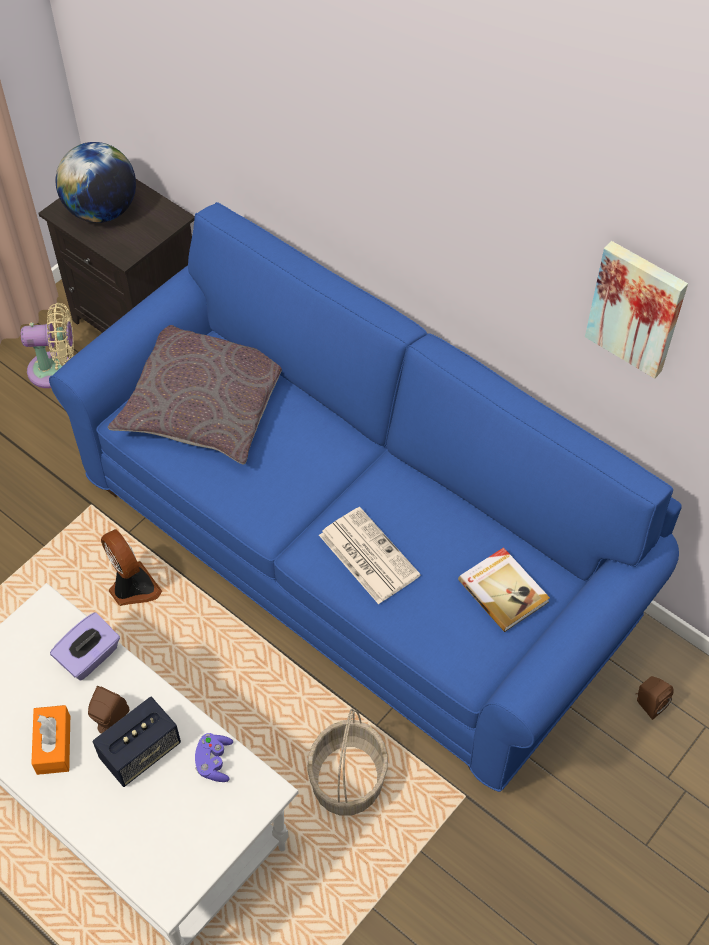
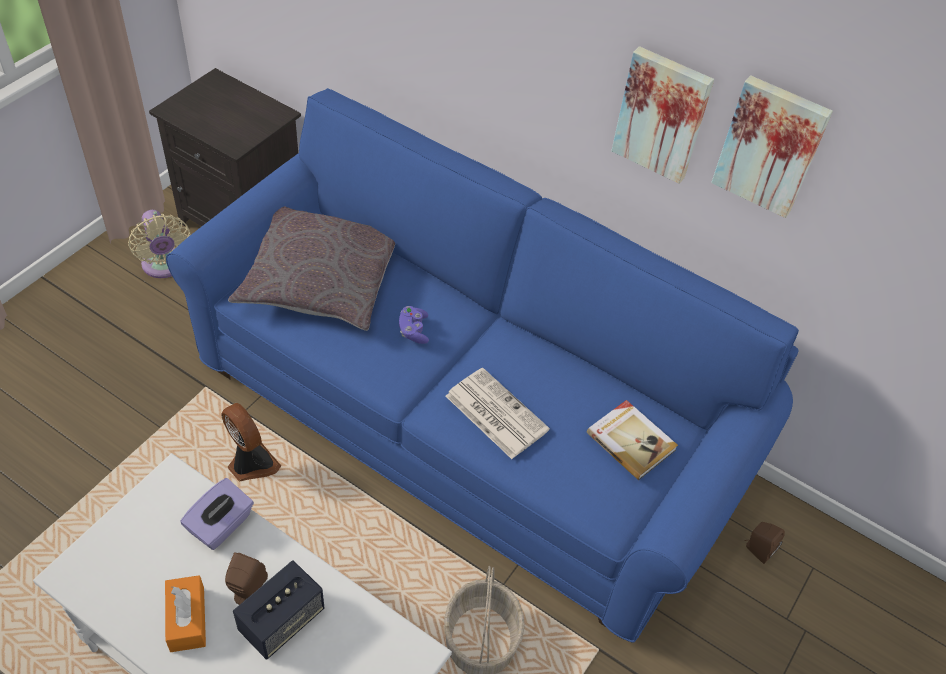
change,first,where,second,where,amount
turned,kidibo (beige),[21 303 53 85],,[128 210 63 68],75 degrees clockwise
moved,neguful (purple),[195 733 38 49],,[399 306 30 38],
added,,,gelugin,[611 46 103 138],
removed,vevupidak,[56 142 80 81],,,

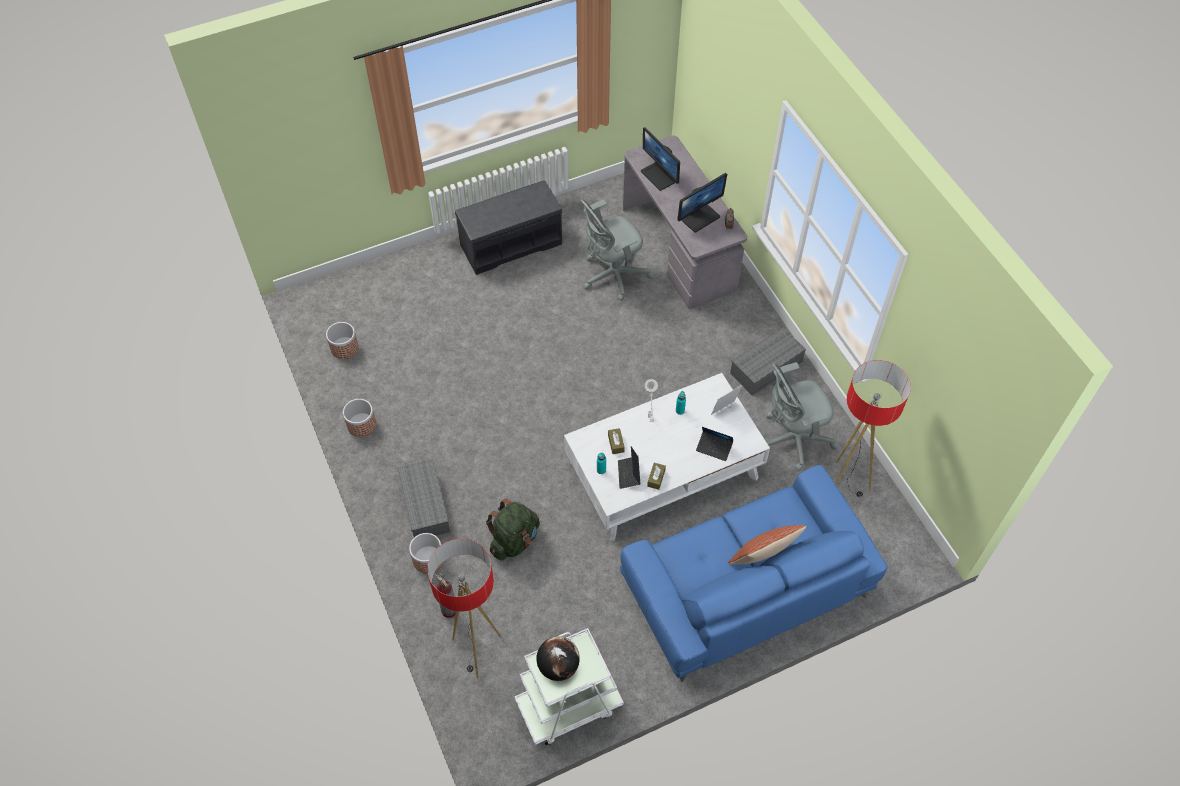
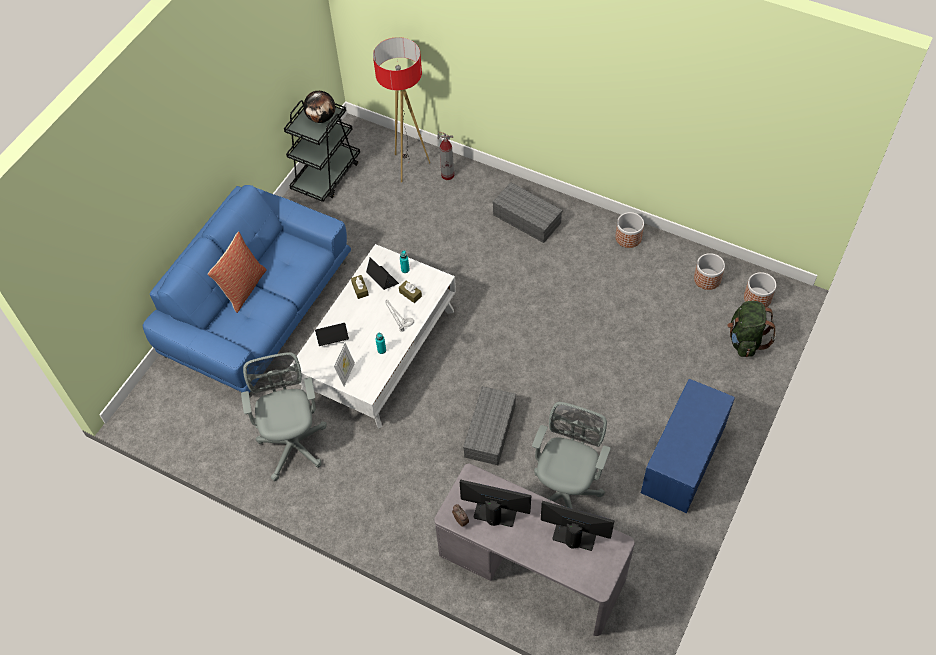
change,first,where,second,where,amount
turned,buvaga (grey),[766 362 73 109],,[241 352 86 129],45 degrees counterclockwise
recoloured,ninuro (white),[514 628 110 117],ninuro (black),[284 100 76 102],
turned,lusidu,[677 173 50 60],,[460 480 71 47],90 degrees clockwise
moved,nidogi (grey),[730 328 76 67],,[463 386 53 79],
recoloured,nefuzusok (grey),[455 180 107 95],nefuzusok (blue),[641 379 94 134],
moved,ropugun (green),[486 498 54 62],,[727 301 49 56],
moved,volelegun,[409 533 34 41],,[744 272 32 35],
removed,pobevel,[835 360 76 137],,,

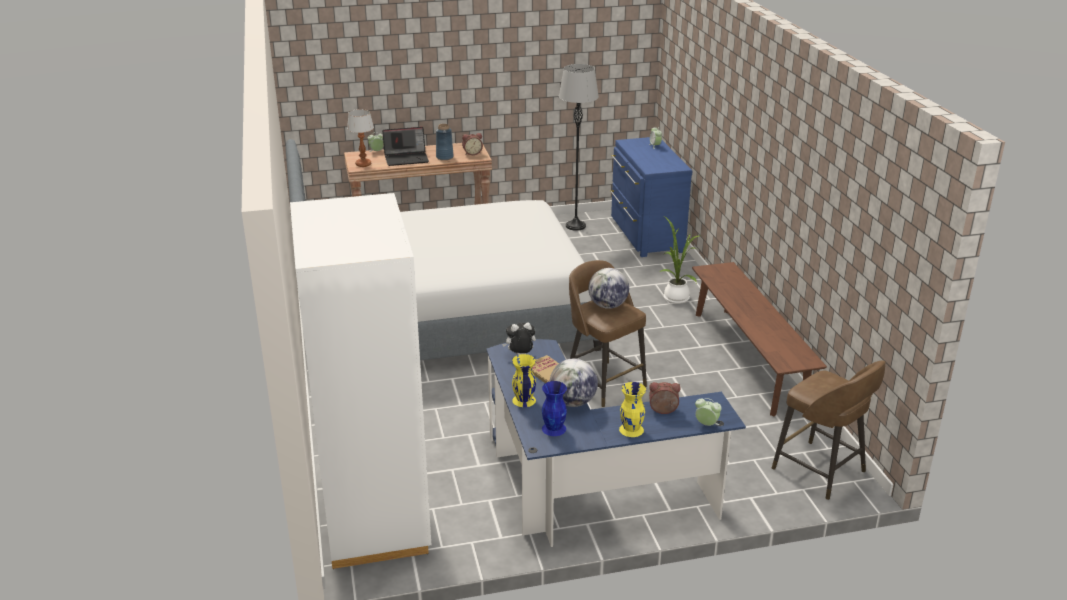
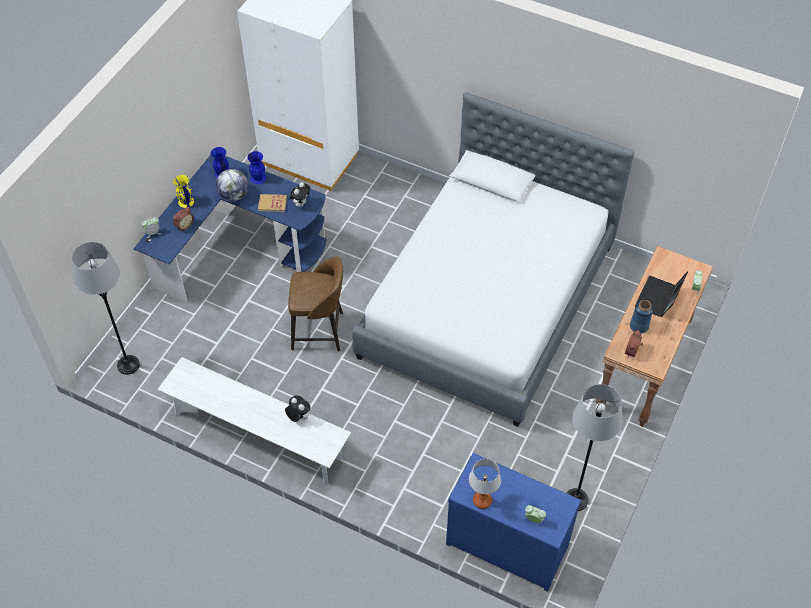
change,first,where,second,where,amount
replaced,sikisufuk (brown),[772 360 114 140],pobevel (grey),[72 242 68 133],
recoloured,nefuzusok (brown),[692 262 135 154],nefuzusok (white),[158 357 193 127],
recoloured,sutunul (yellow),[512 354 24 53],sutunul (blue),[248 151 18 33],
added,,,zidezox,[285 395 26 27],
moved,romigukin,[347 109 27 58],,[469 459 32 50],
removed,vevupidak,[588 268 41 41],,,
removed,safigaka,[660 217 41 87],,,

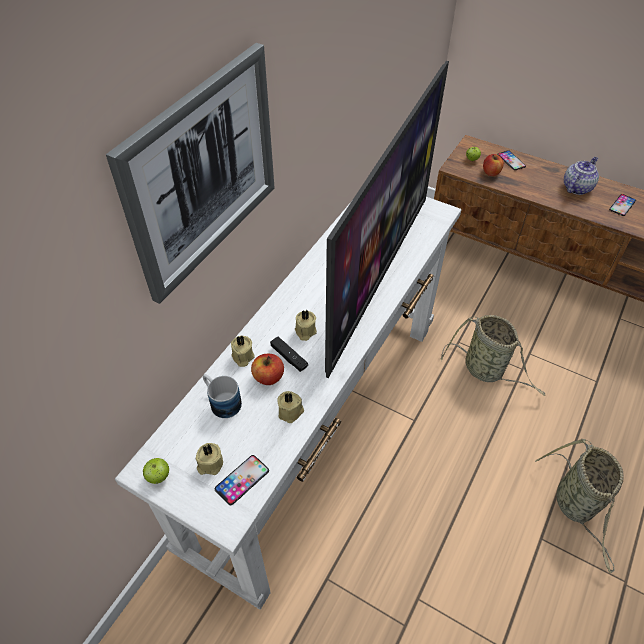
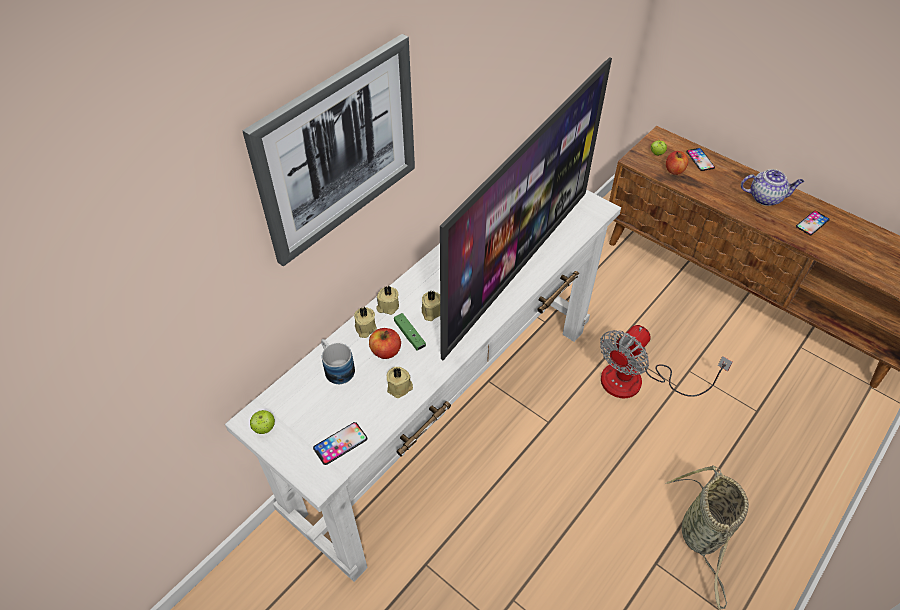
change,first,where,second,where,amount
moved,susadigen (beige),[196 443 27 32],,[376 286 23 29],
recoloured,neguful (black),[270 337 38 35],neguful (green),[394 313 32 37],
replaced,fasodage,[441 315 104 81],kidibo,[600 325 132 73],
turned,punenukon,[564 157 35 38],,[741 169 63 37],45 degrees clockwise

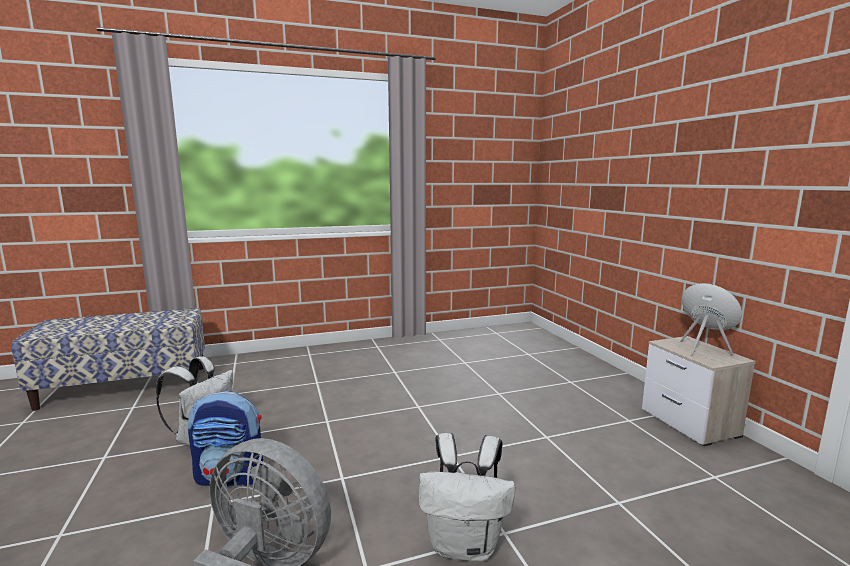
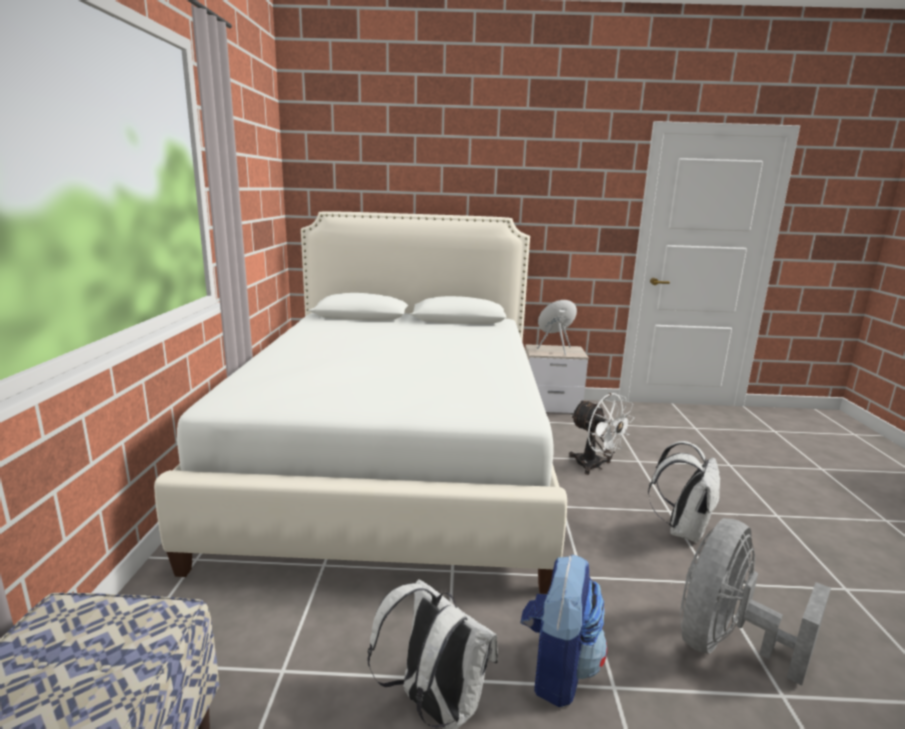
change,first,where,second,where,amount
added,,,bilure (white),[154 211 413 383],
added,,,kidibo (white),[569 393 65 82],

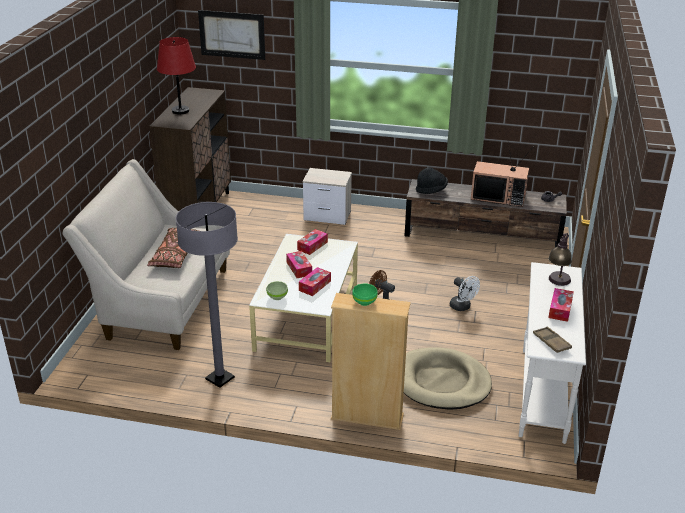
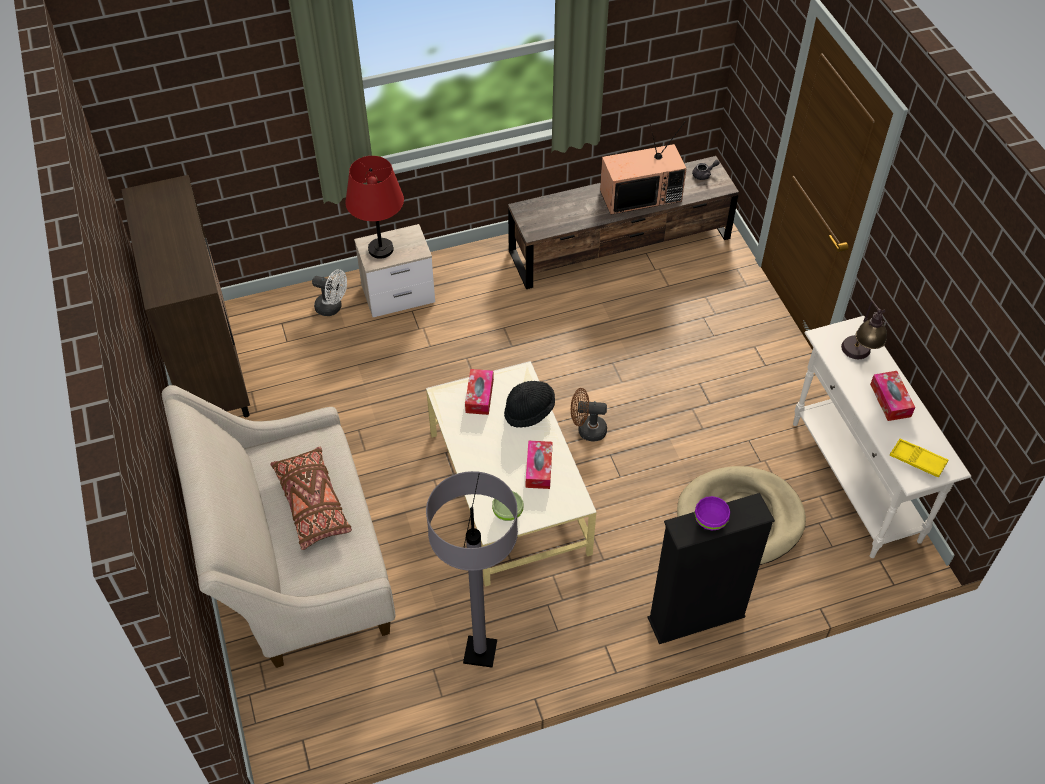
change,first,where,second,where,amount
moved,kidibo (white),[450 276 30 35],,[312 269 35 47],
moved,romigukin (red),[157 37 39 78],,[345 156 59 103],
moved,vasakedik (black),[416 167 32 27],,[504 381 51 47],
recoloured,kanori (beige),[331 293 80 137],kanori (black),[647 493 128 151],
recoloured,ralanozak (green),[352 284 26 22],ralanozak (purple),[695 496 35 34],
recoloured,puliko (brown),[533 327 39 26],puliko (yellow),[890 439 58 39],
removed,gelugin,[198 10 67 50],,,
removed,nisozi,[286 251 26 27],,,

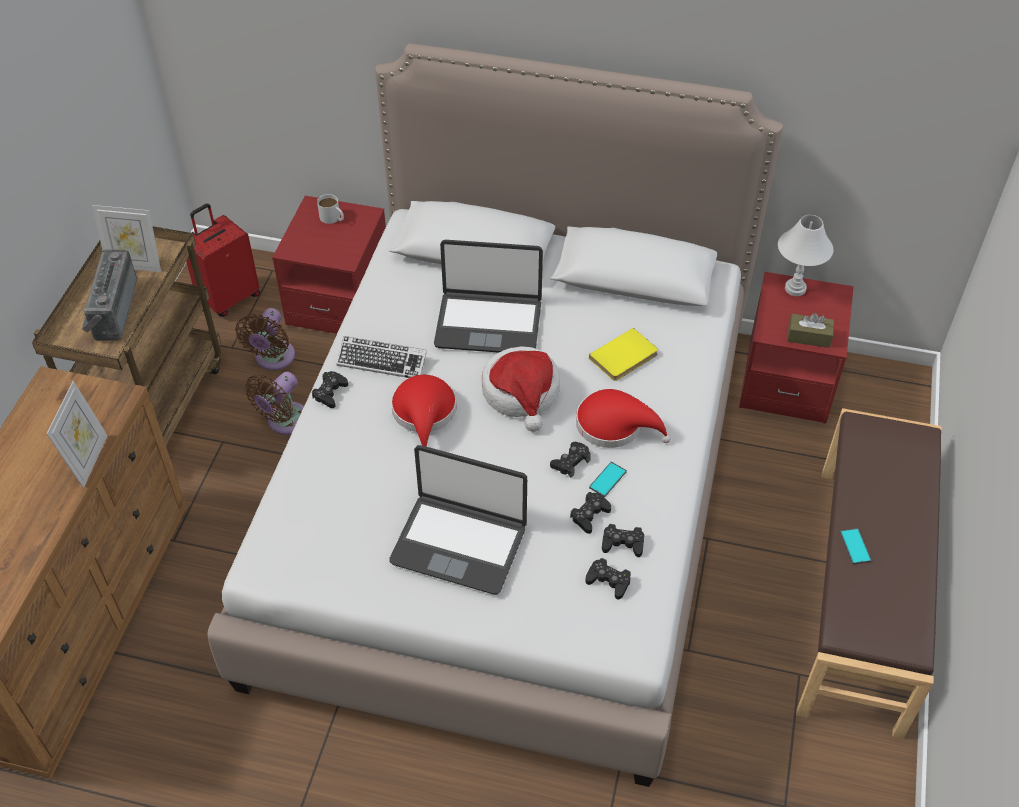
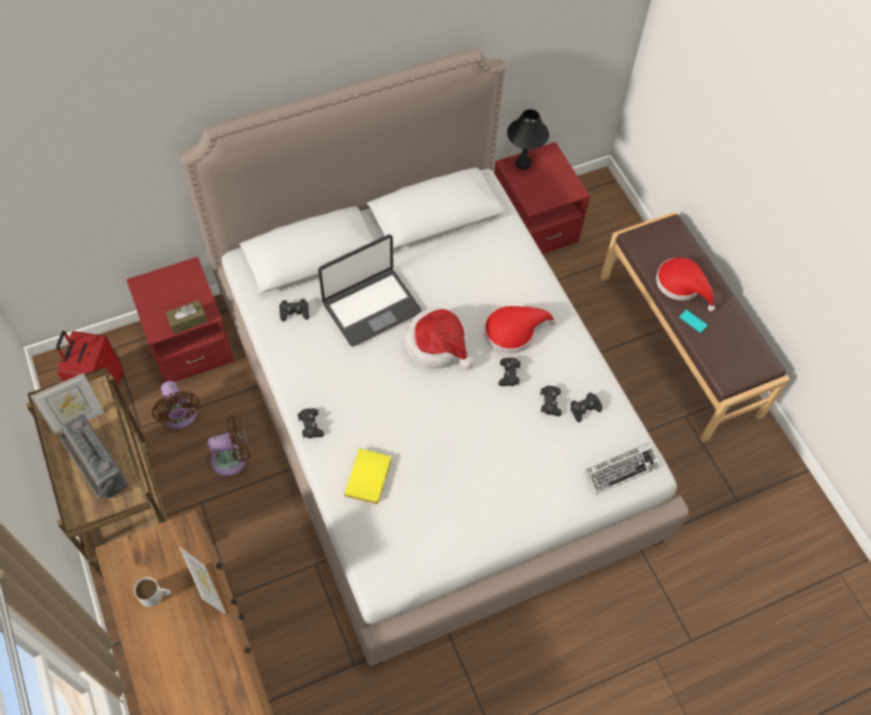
change,first,where,second,where,amount
moved,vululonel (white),[317 194 27 30],,[134 577 37 30],
moved,nisozi (brown),[787 313 47 35],,[166 300 42 34],
turned,kidibo (brown),[245 372 59 63],,[207 415 43 61],105 degrees counterclockwise
moved,neguful (black),[585 558 46 42],,[279 299 30 23],
moved,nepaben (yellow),[589 328 69 53],,[344 448 47 56],
recoloured,romigukin (white),[778 215 55 81],romigukin (black),[507 109 42 61],
moved,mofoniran,[336 336 91 42],,[586 442 75 53],
moved,vasakedik (red),[391 375 66 72],,[656 257 59 55],
removed,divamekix,[390 445 137 150],,,
removed,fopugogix,[589 462 38 35],,,

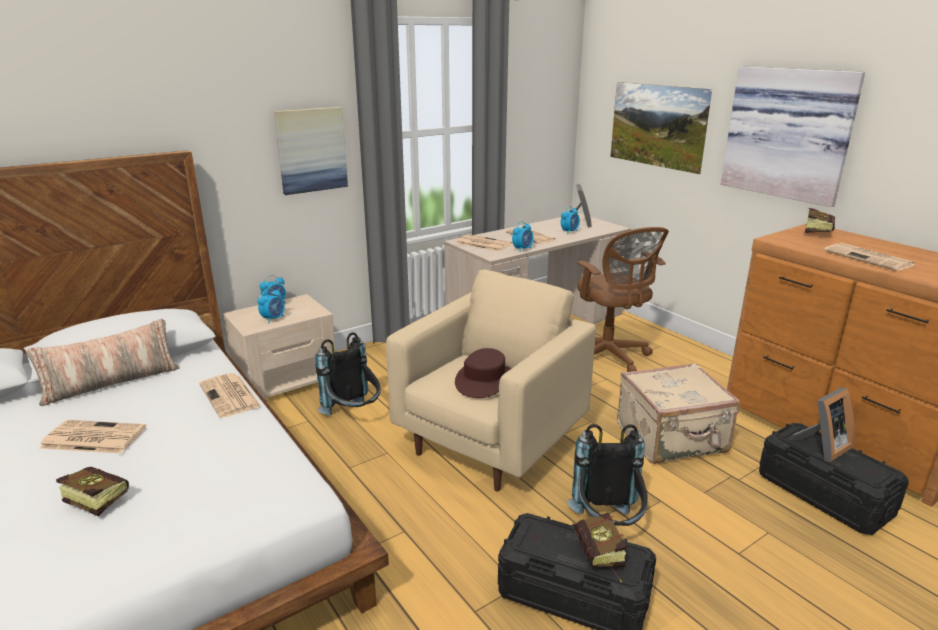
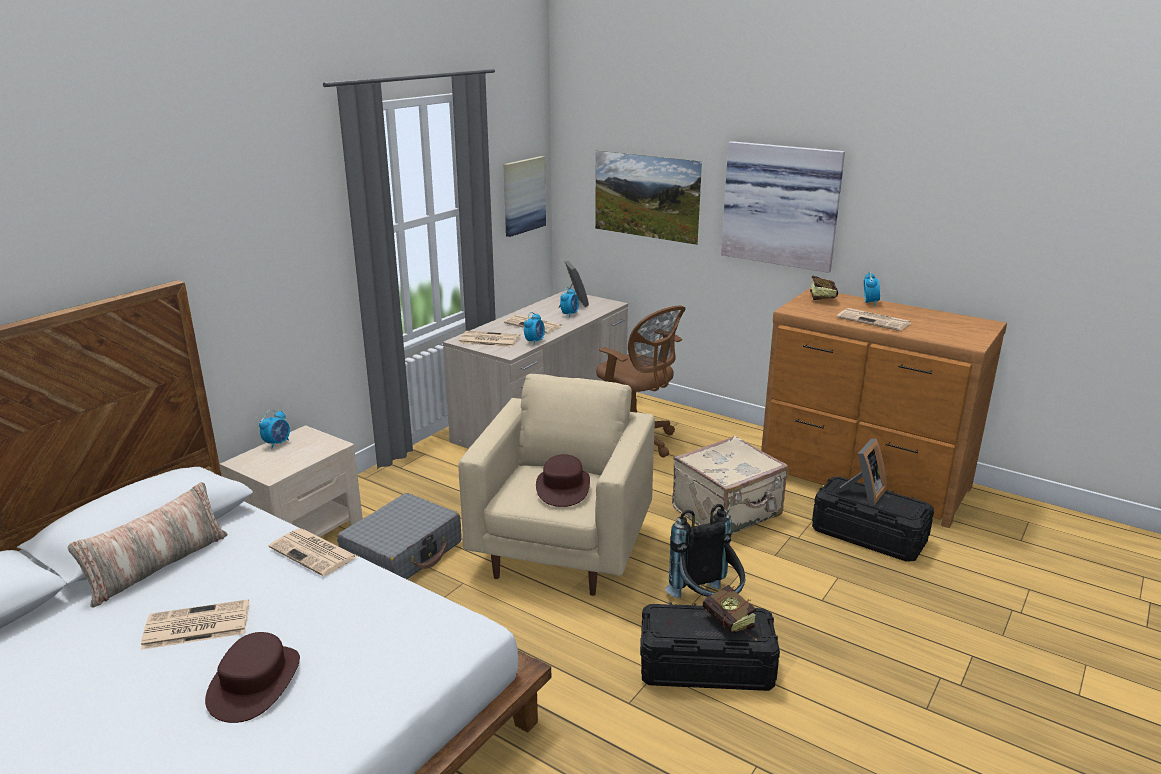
change,first,where,second,where,amount
replaced,nepaben,[56 467 73 49],vasakedik (brown),[205 632 95 91],
replaced,ropugun (black),[315 332 66 83],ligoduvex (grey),[337 493 124 86],
moved,gelugin,[274 107 74 88],,[503 156 43 81],
moved,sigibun,[258 288 27 35],,[864 271 16 35],

